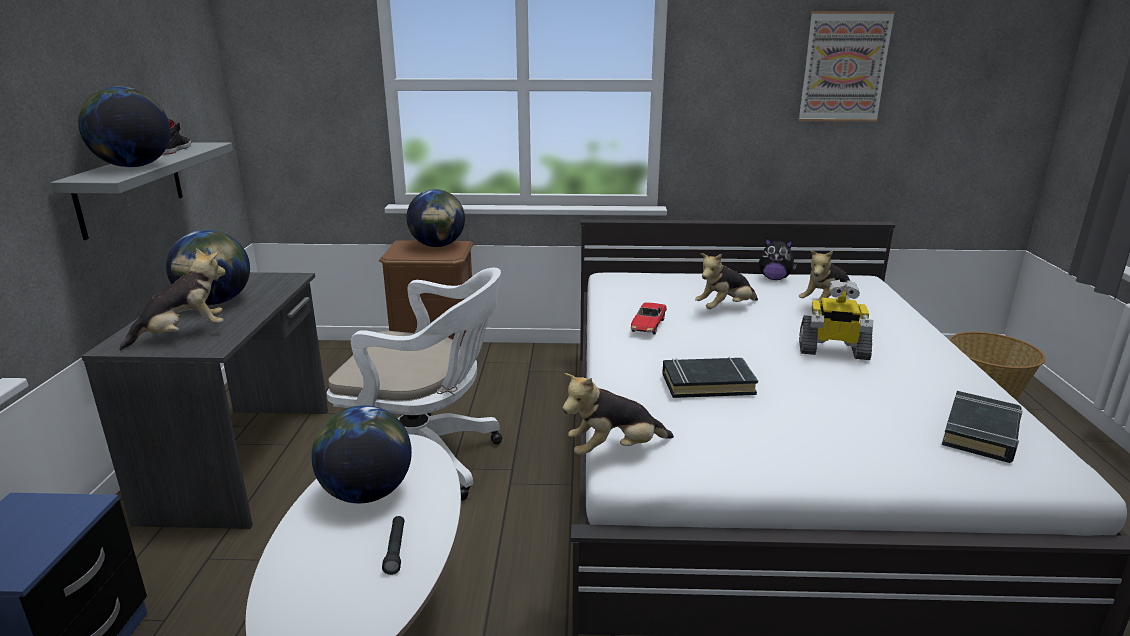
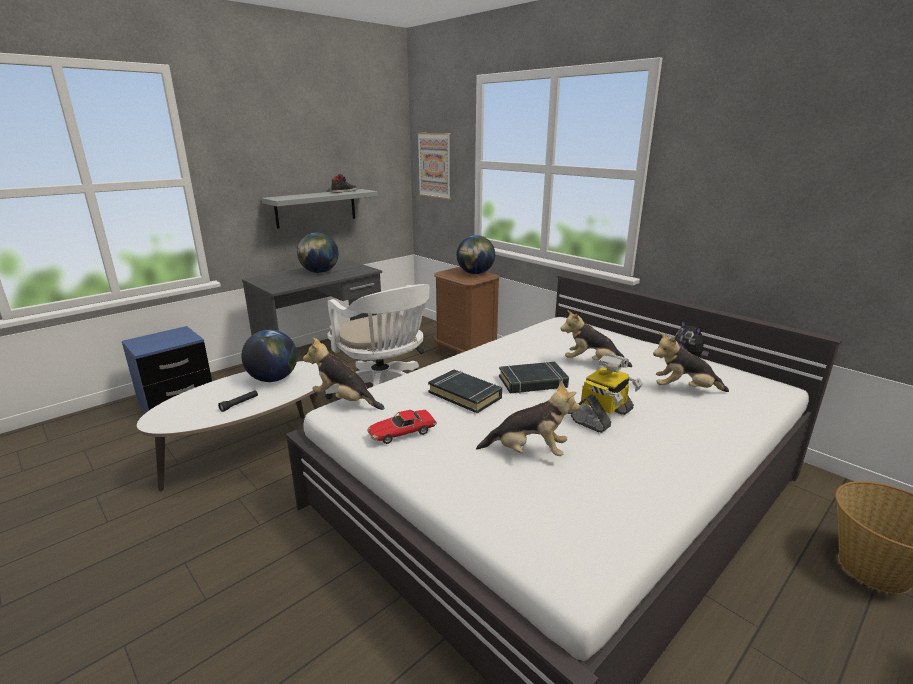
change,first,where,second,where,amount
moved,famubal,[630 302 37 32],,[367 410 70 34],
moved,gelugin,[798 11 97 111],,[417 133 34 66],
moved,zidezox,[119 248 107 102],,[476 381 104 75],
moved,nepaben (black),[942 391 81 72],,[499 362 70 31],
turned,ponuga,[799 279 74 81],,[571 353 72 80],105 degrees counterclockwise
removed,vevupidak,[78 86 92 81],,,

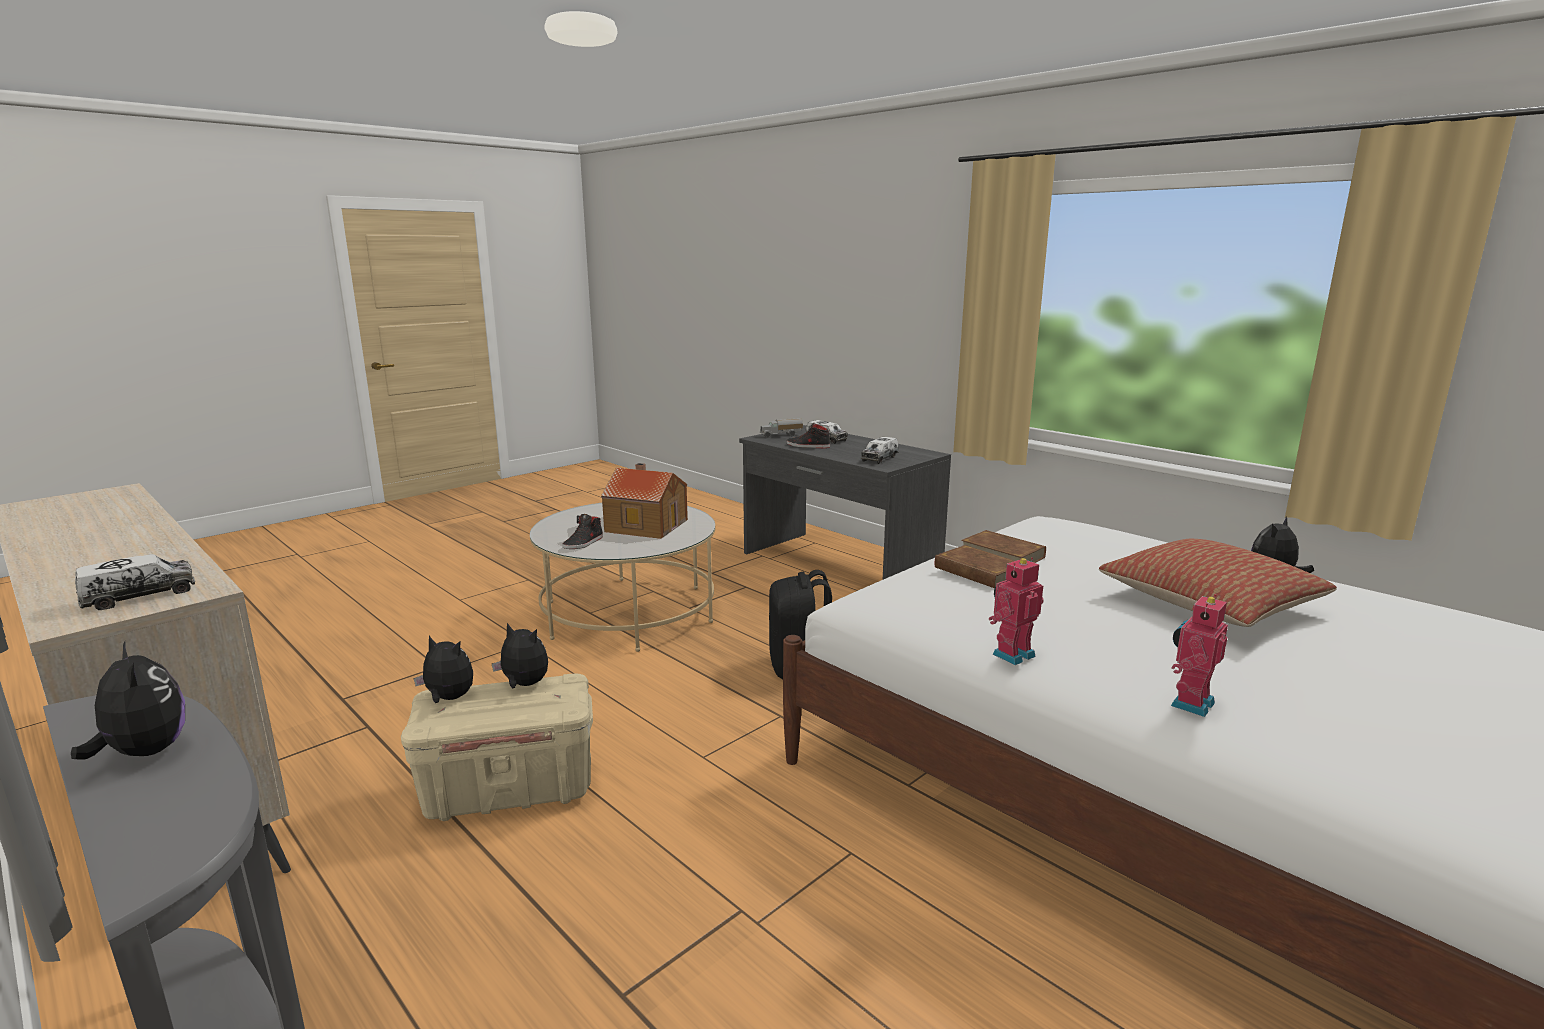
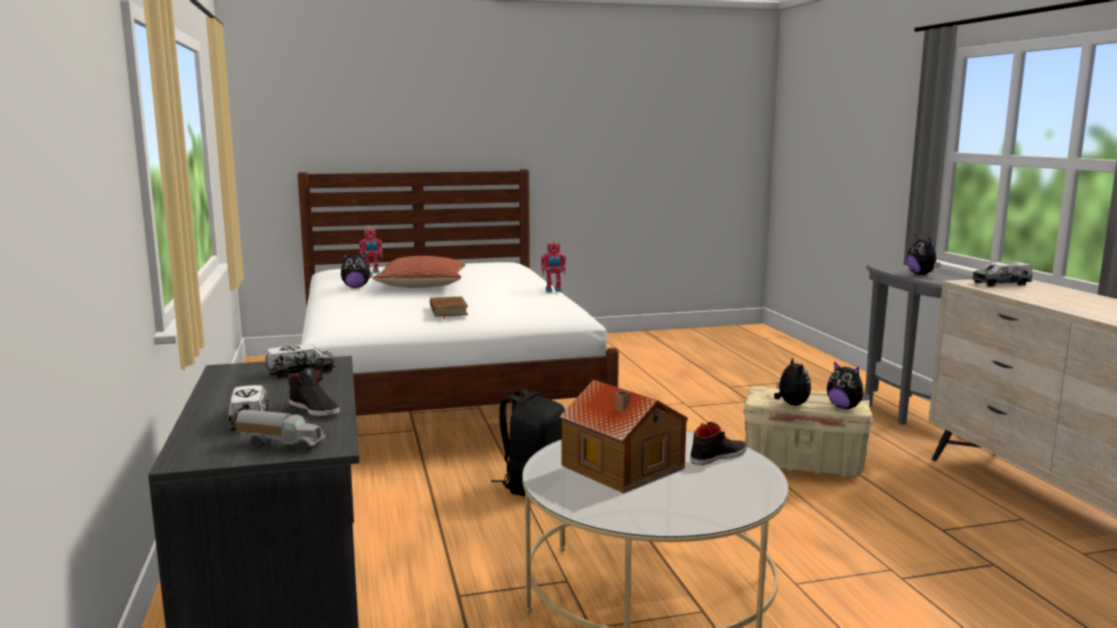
change,first,where,second,where,amount
moved,ponuga,[1171 594 57 123],,[359 228 23 45],
turned,zidezox,[492 623 56 66],,[774 357 37 49],150 degrees counterclockwise
removed,nepaben (brown),[935 545 79 43],,,

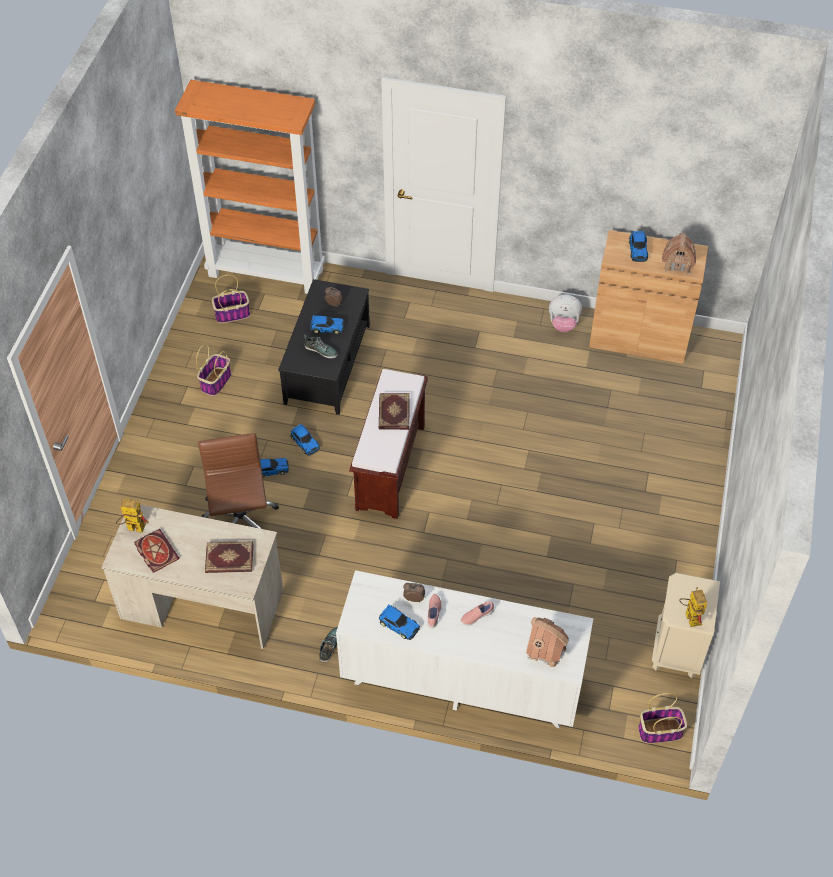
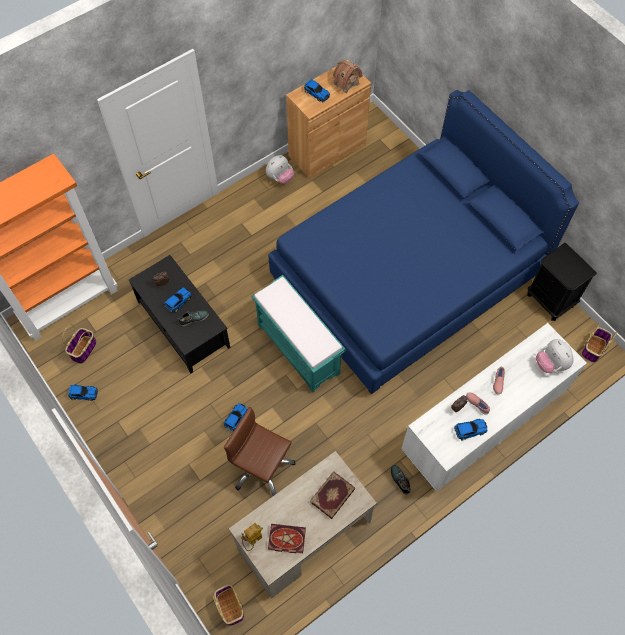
change,first,where,second,where,amount
moved,famubal,[291 424 29 32],,[68 385 30 16],
moved,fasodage,[196 344 35 52],,[213 584 31 42],
recoloured,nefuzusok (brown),[349 369 79 150],nefuzusok (turquoise),[251 275 95 118],
added,,,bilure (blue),[268 90 311 304],
recoloured,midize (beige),[652 573 68 105],midize (black),[527 243 70 78],
replaced,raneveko,[526 617 43 50],zidezox,[536 339 38 34],
removed,nepaben,[379 393 31 37],,,
removed,ponuga,[679 587 28 40],,,

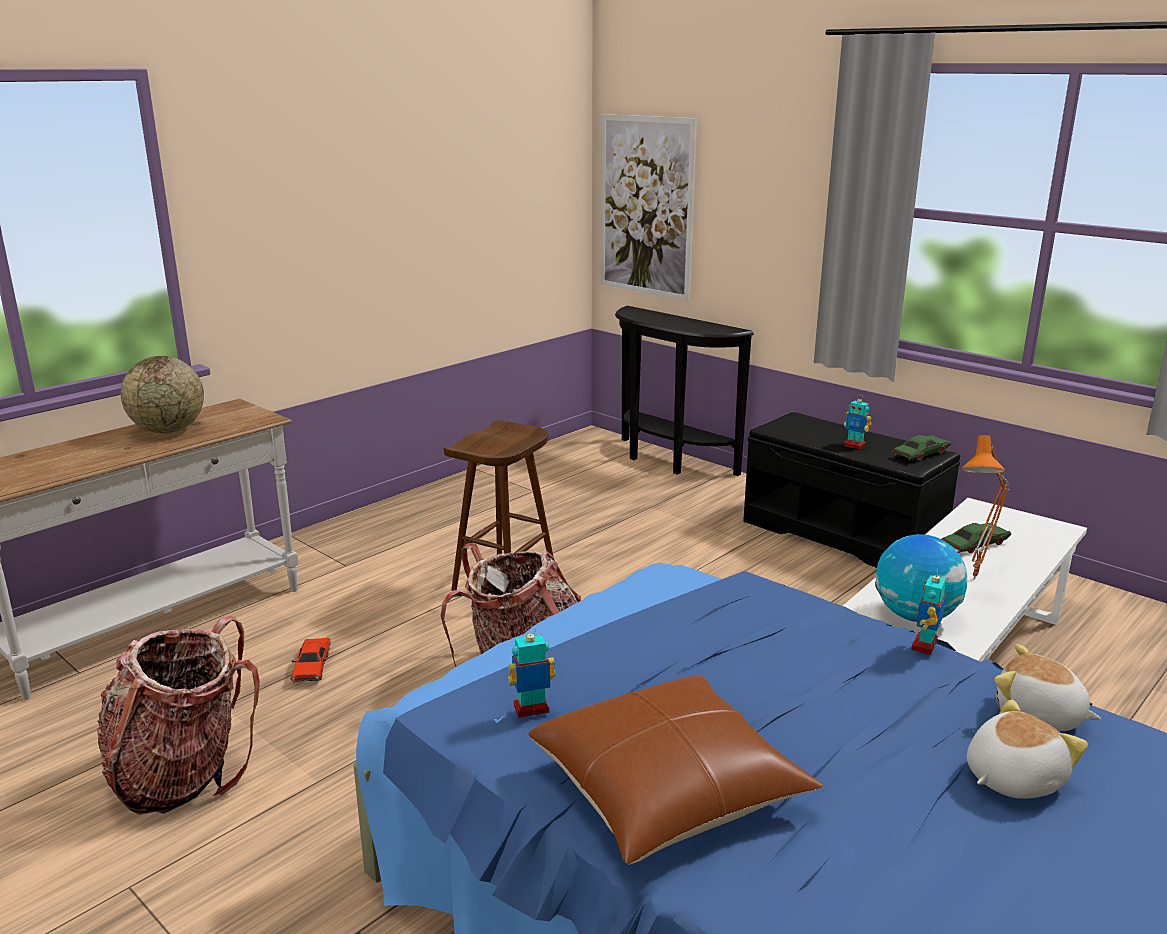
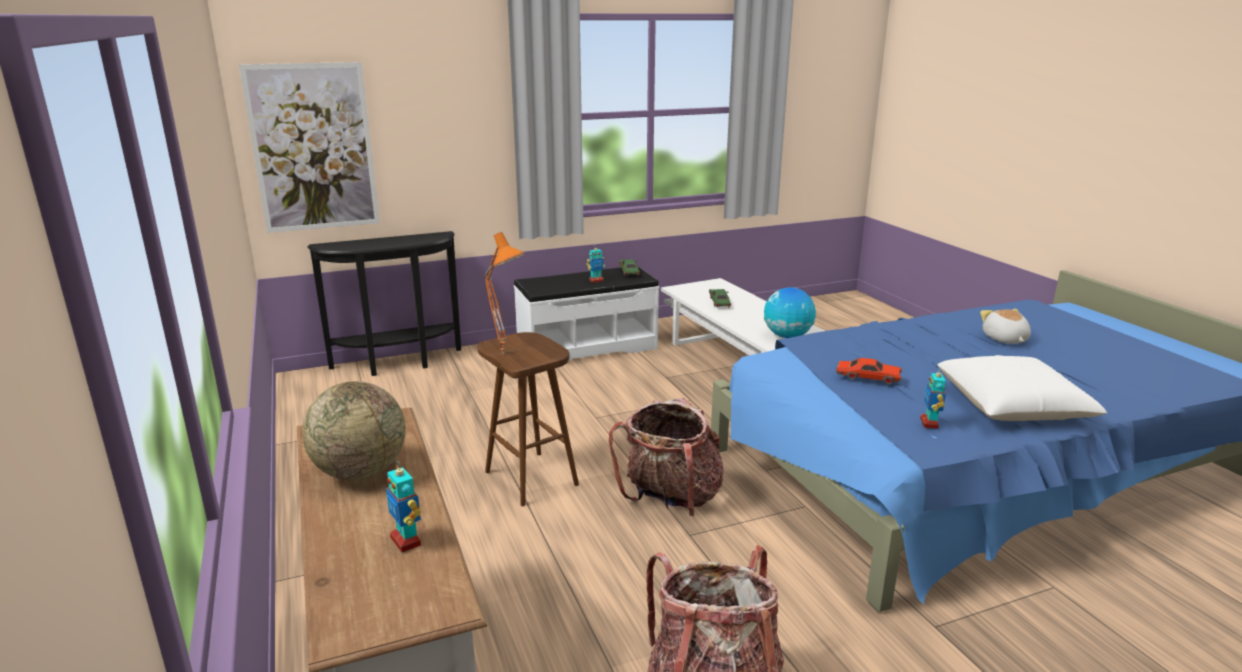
change,first,where,second,where,amount
moved,ponuga,[911 569 35 86],,[386 461 35 91],
moved,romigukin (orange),[962 435 47 145],,[485 232 39 123],
recoloured,nefuzusok (black),[743 412 217 156],nefuzusok (white),[514 267 145 93],
moved,famubal (red),[291 638 40 44],,[836 358 66 27],
recoloured,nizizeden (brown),[528 676 296 188],nizizeden (white),[937 355 170 66],
removed,zidezox,[994 644 107 87],,,

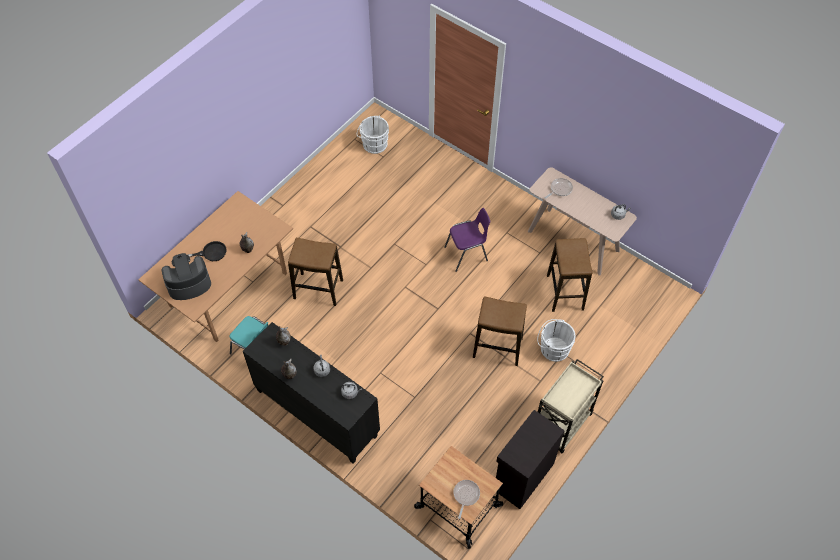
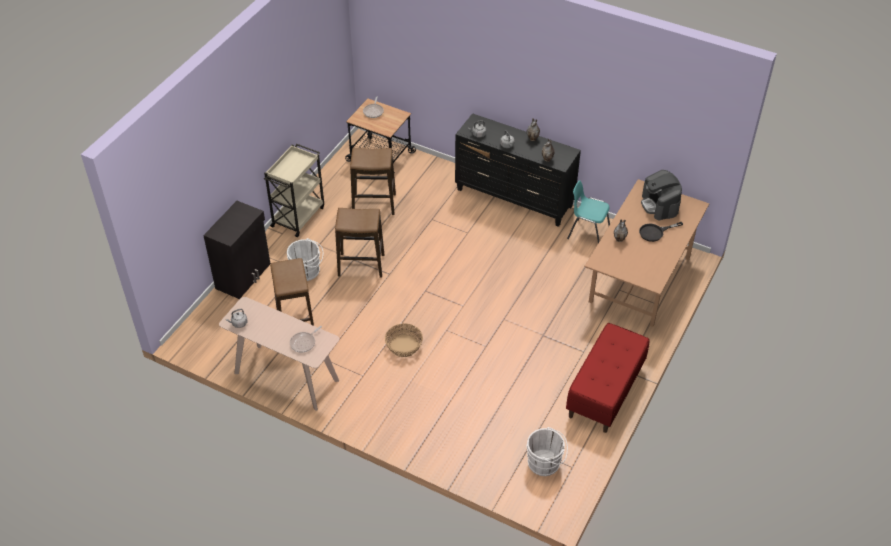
change,first,where,second,where,amount
moved,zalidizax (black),[496 410 69 99],,[203 201 67 98],
moved,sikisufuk,[288 238 55 68],,[350 148 46 67],
replaced,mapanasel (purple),[444 208 46 64],fasodage,[385 323 38 34],
added,,,nefuzusok (red),[566 323 84 110],
turned,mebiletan,[162 253 49 47],,[641 170 41 50],105 degrees clockwise

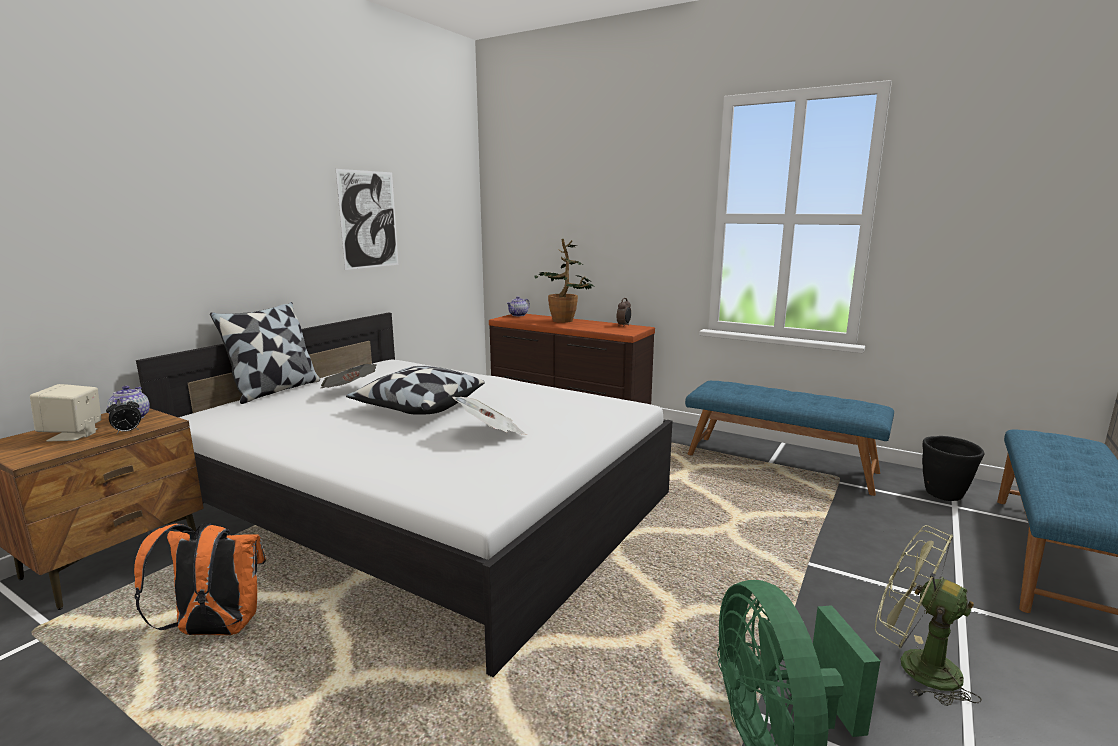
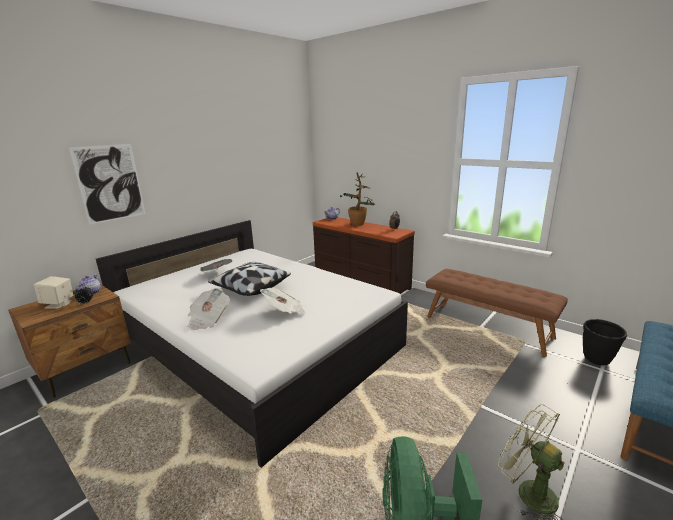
change,first,where,second,where,amount
moved,gelugin,[336 169 62 101],,[69 144 77 81],
added,,,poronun,[186 288 44 42],
recoloured,nefuzusok (blue),[685 381 209 115],nefuzusok (brown),[426 269 142 88],
removed,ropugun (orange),[134 523 132 112],,,
removed,nizizeden,[210 302 110 102],,,

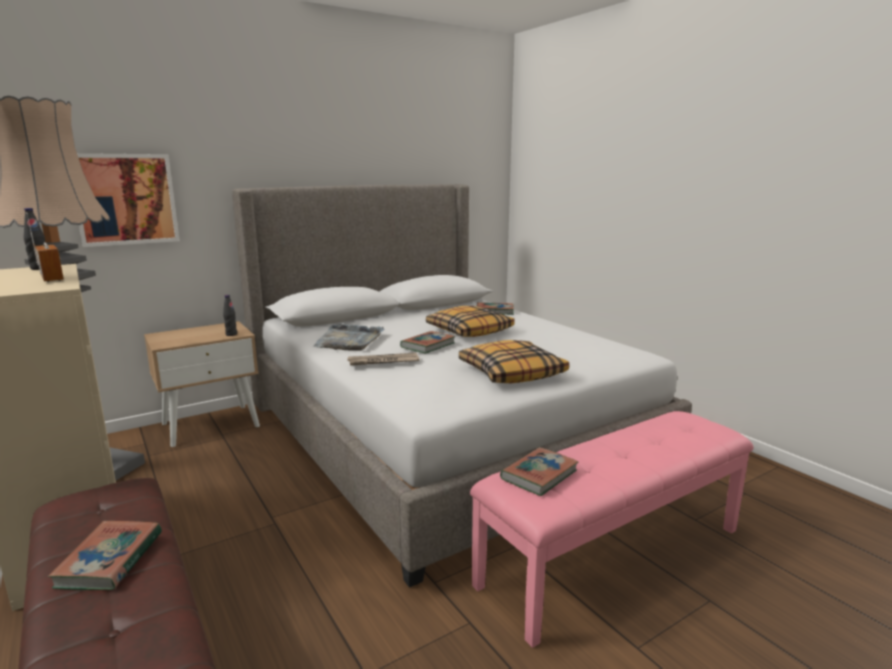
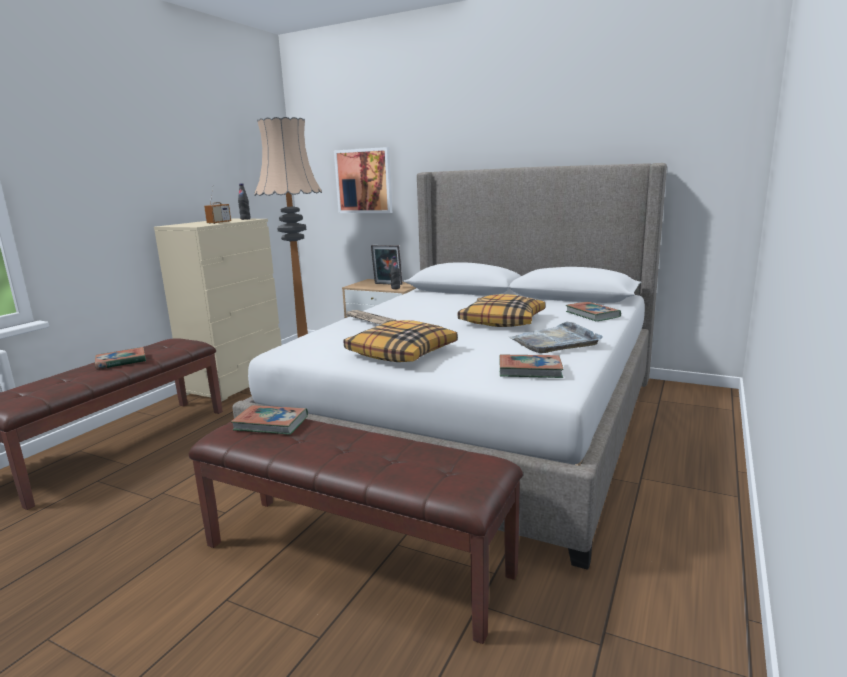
change,first,where,second,where,amount
recoloured,nefuzusok (pink),[470 411 284 237],nefuzusok (brown),[189 419 334 225],
added,,,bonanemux,[371 245 32 40],
moved,nepaben,[400 331 56 23],,[500 354 63 24],
moved,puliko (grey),[313 323 71 28],,[509 322 94 31],

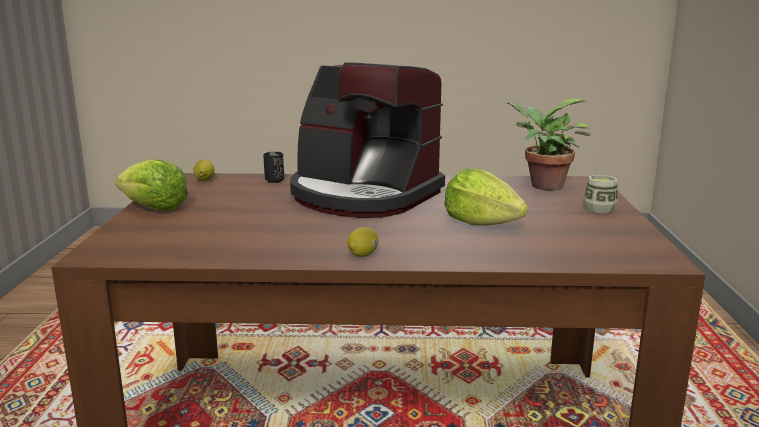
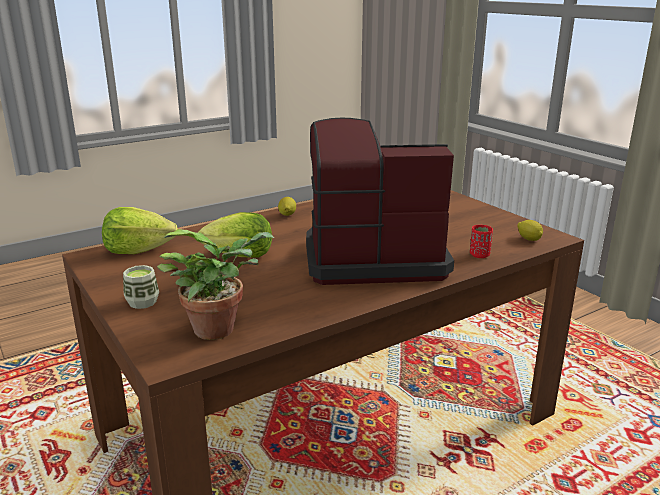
change,first,where,second,where,amount
moved,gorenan,[115 159 73 52],,[102 207 76 47],
recoloured,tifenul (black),[263 152 21 31],tifenul (red),[470 225 23 33],

